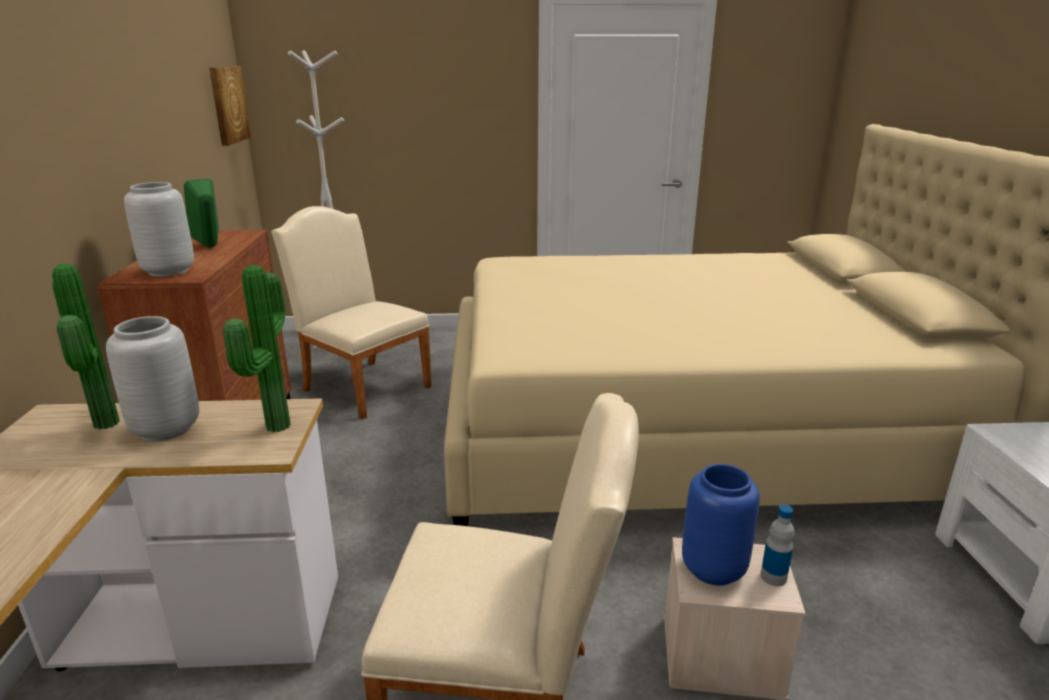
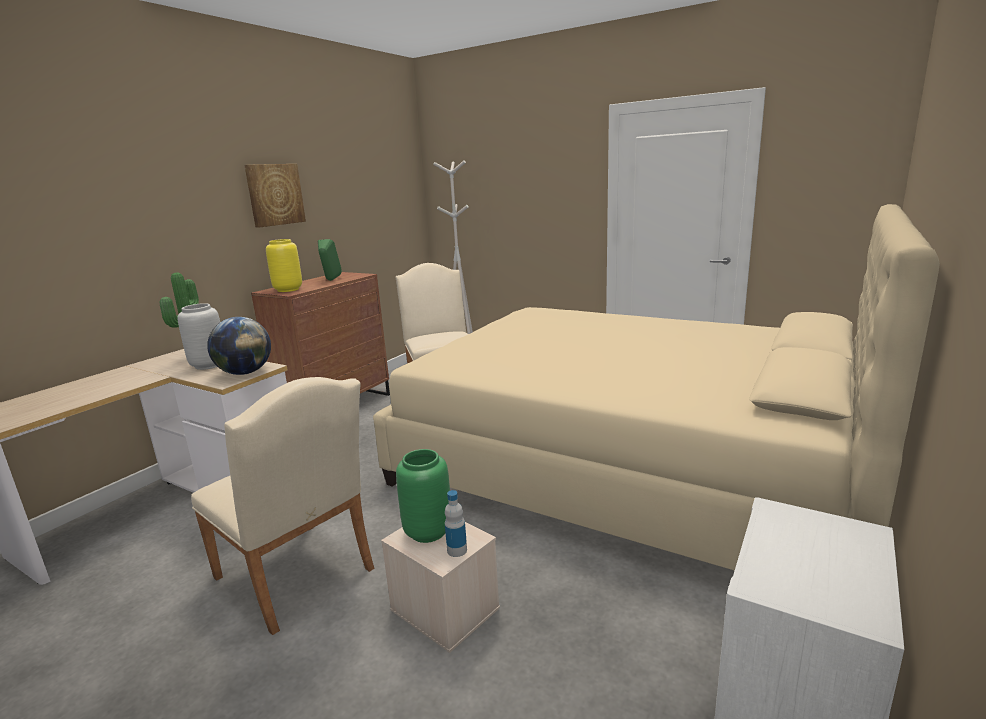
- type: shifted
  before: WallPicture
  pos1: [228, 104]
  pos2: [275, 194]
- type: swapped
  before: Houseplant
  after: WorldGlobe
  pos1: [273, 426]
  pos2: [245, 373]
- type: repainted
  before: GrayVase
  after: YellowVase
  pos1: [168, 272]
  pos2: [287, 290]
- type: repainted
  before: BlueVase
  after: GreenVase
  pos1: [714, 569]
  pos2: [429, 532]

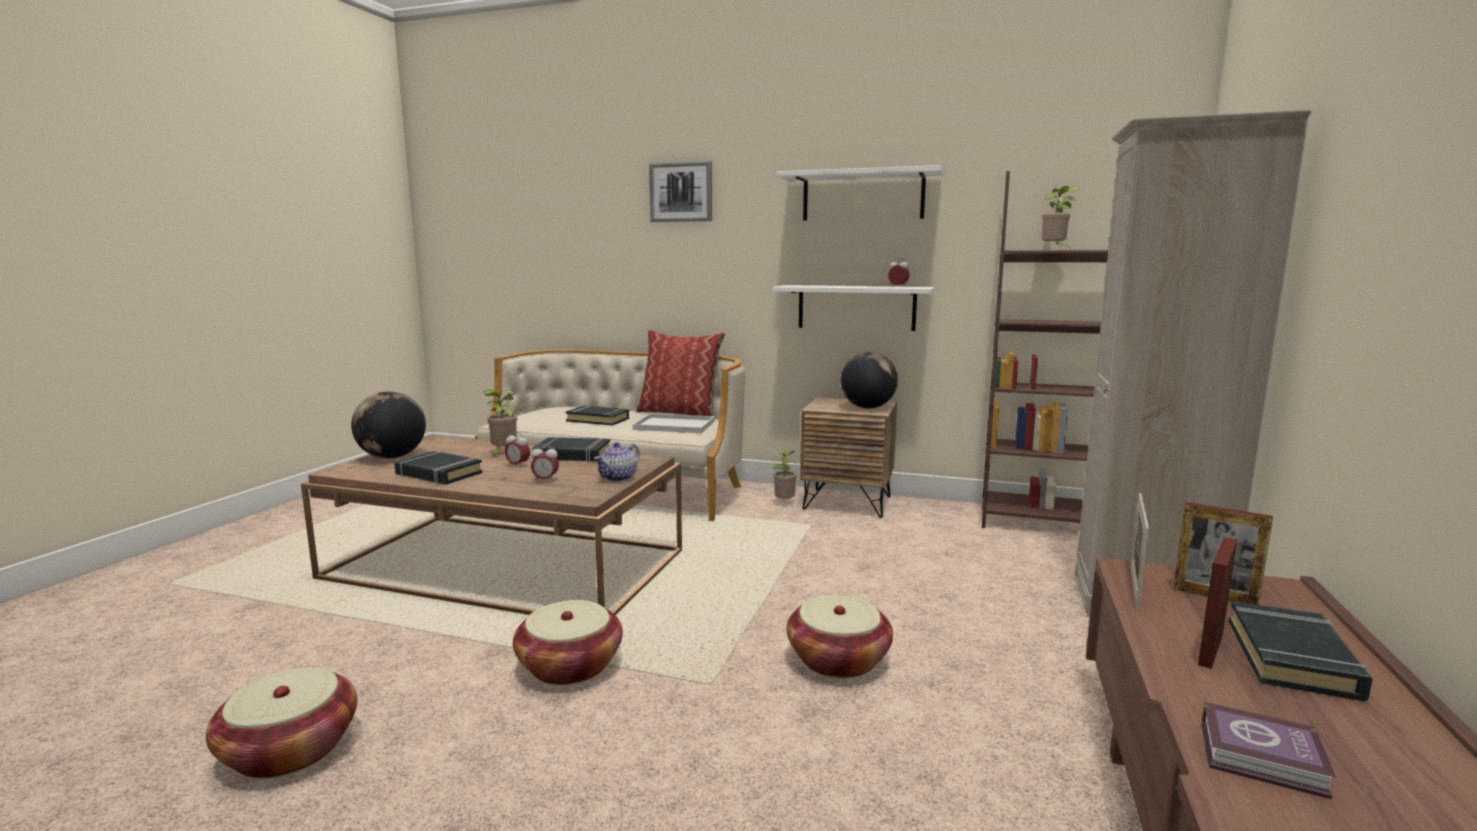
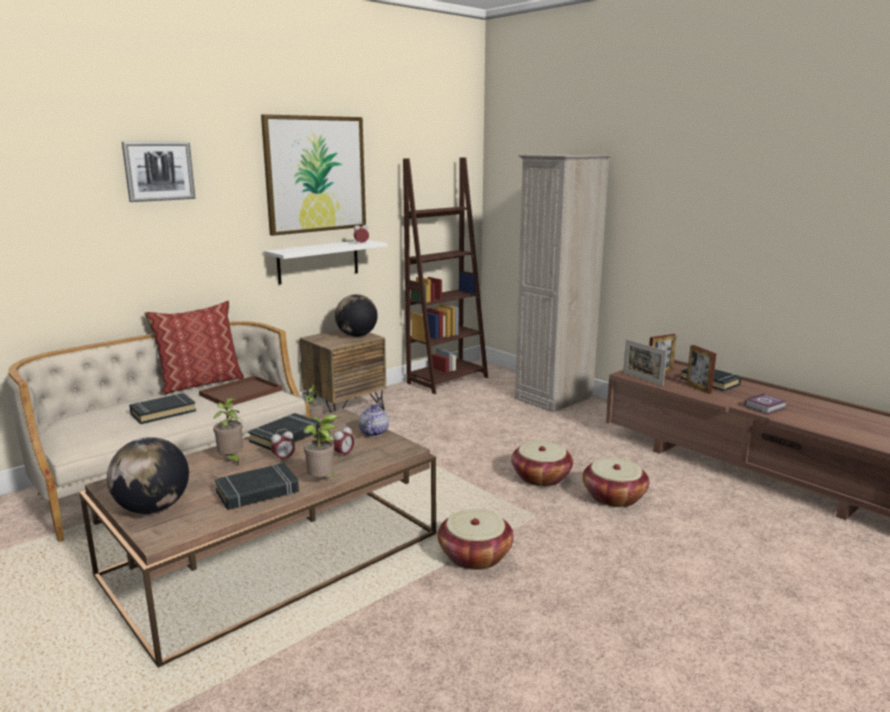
- type: shifted
  before: HouseholdBasket
  pos1: [290, 750]
  pos2: [614, 497]
- type: shifted
  before: Houseplant
  pos1: [1055, 249]
  pos2: [323, 481]
- type: swapped
  before: WhiteBracketShelf
  after: WallPicture
  pos1: [863, 196]
  pos2: [315, 174]
- type: repainted
  before: WhiteCarryingTray
  after: BrownishCarryingTray
  pos1: [676, 425]
  pos2: [242, 392]
- type: rotated
  before: Teapot
  pos1: [618, 478]
  pos2: [373, 432]
  turn: -150

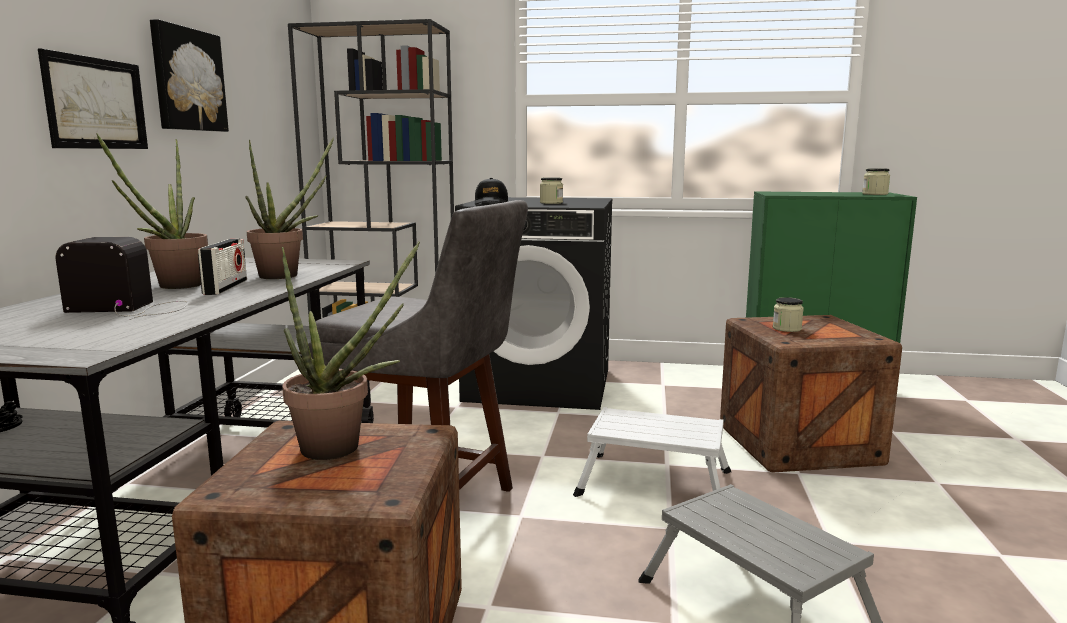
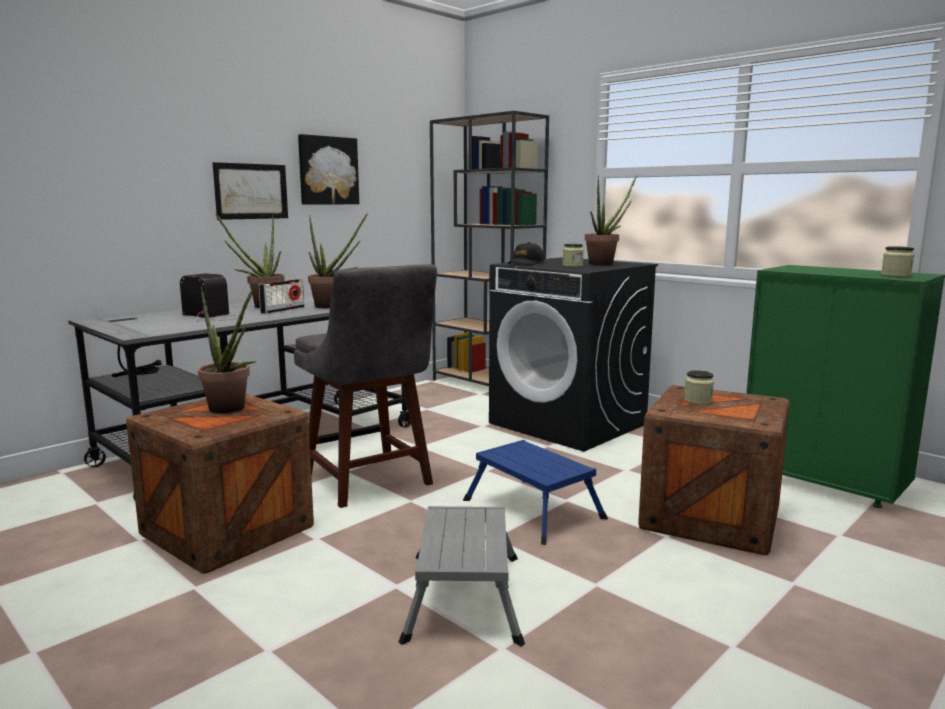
- type: new
  after: Houseplant
  pos2: [605, 264]
- type: repainted
  before: WhiteStepLadder
  after: BlueStepLadder
  pos1: [656, 483]
  pos2: [533, 509]

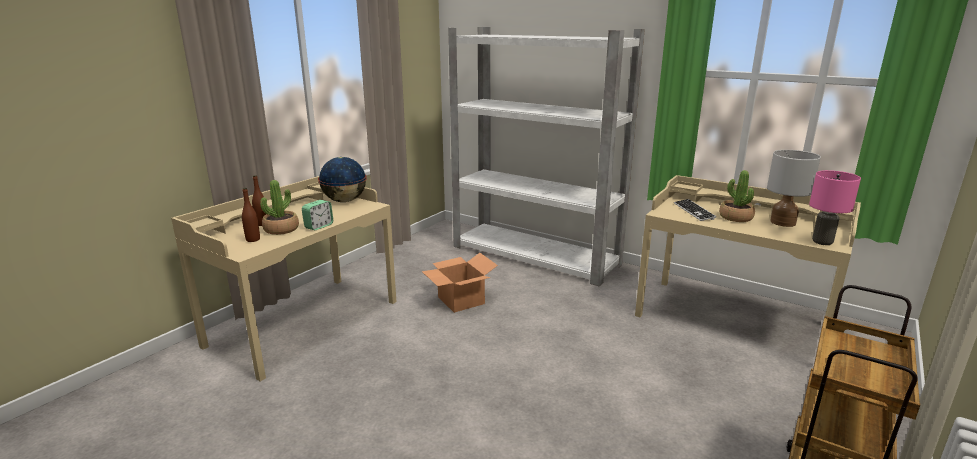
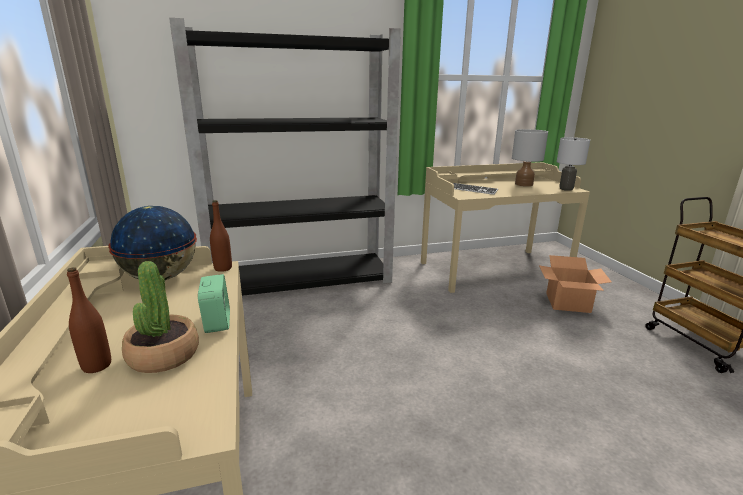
- type: gone
  before: Houseplant
  pos1: [735, 217]
- type: shifted
  before: BrownishBottle
  pos1: [253, 239]
  pos2: [223, 268]
- type: shifted
  before: Carton
  pos1: [461, 300]
  pos2: [568, 303]
- type: repainted
  before: WhiteBookshelf
  after: BlackBookshelf
  pos1: [534, 255]
  pos2: [302, 279]
- type: repainted
  before: PinkColouredTableLamp
  after: WhiteTableLamp
  pos1: [822, 242]
  pos2: [566, 189]

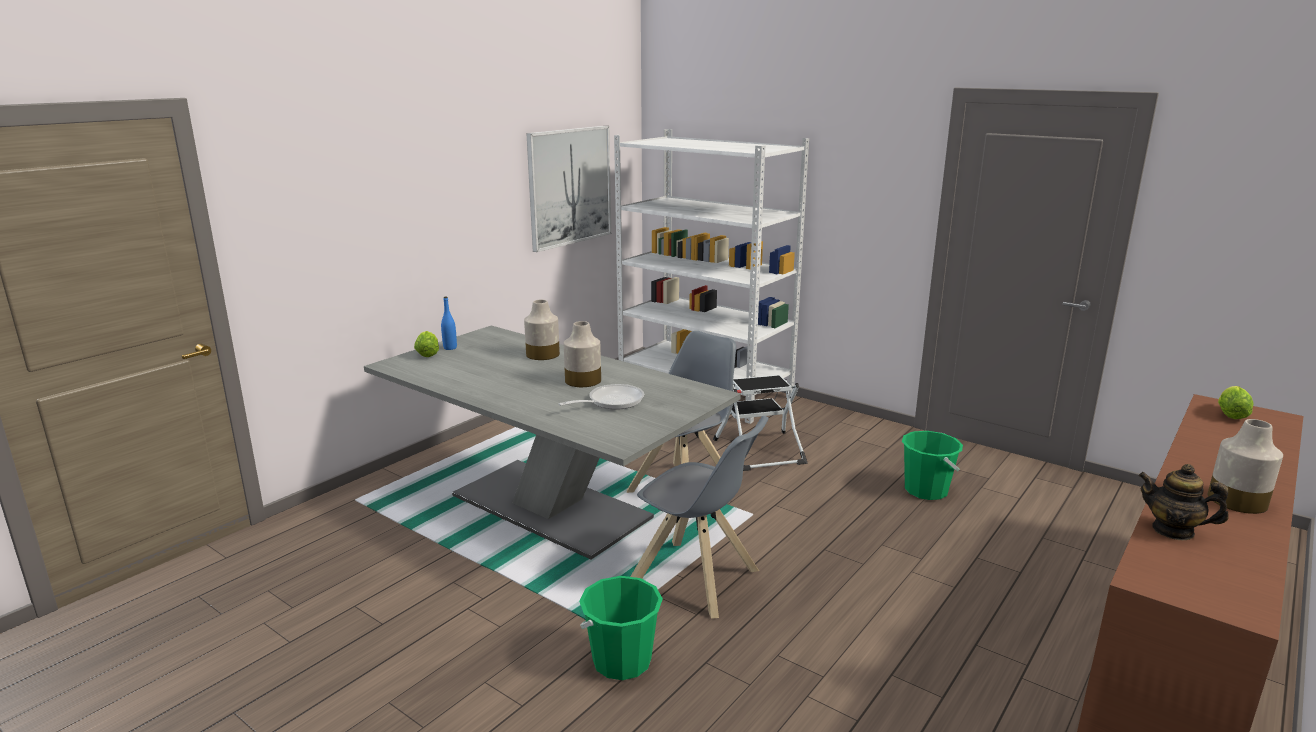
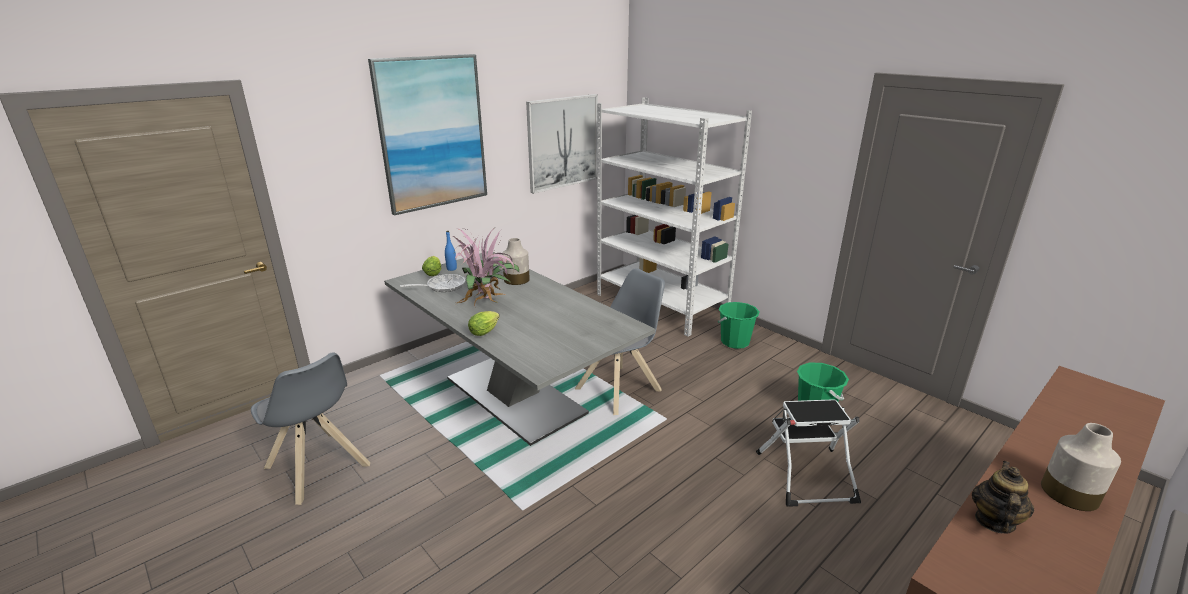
- type: gone
  before: SandColouredVase
  pos1: [583, 380]
- type: new
  after: WallPicture
  pos2: [432, 133]
- type: new
  after: Houseplant
  pos2: [486, 303]
- type: shifted
  before: FryingPan
  pos1: [611, 402]
  pos2: [442, 286]
- type: shifted
  before: GreenBucket
  pos1: [622, 661]
  pos2: [735, 342]
- type: shifted
  before: GrayChair
  pos1: [697, 579]
  pos2: [318, 468]
- type: shifted
  before: StepLadder
  pos1: [760, 449]
  pos2: [807, 473]
- type: shifted
  before: Lettuce
  pos1: [1230, 414]
  pos2: [485, 331]
- type: rotated
  before: Teapot
  pos1: [1173, 530]
  pos2: [993, 521]
  turn: 75

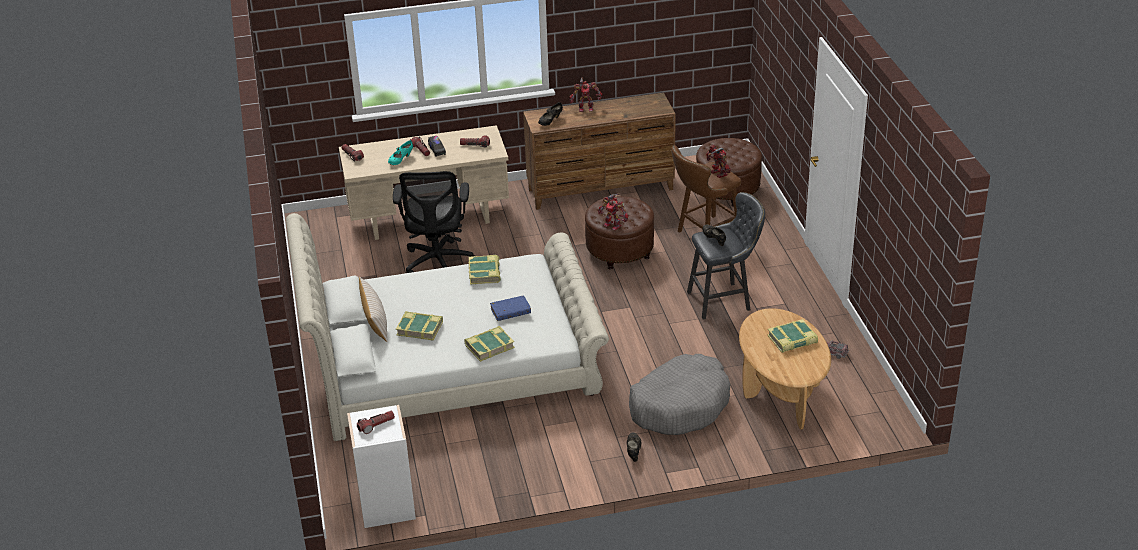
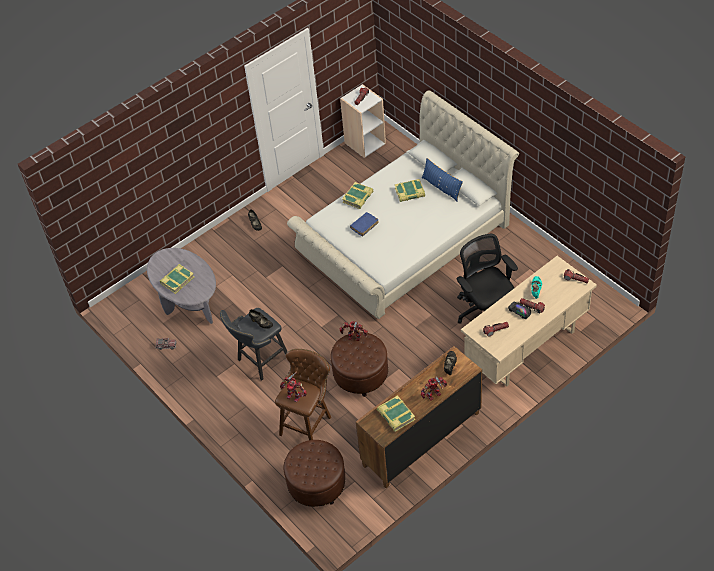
- type: gone
  before: GrayDogBed
  pos1: [680, 405]
- type: shifted
  before: BoundBook
  pos1: [485, 273]
  pos2: [395, 416]
- type: repainted
  before: SandColouredPillow
  after: BluePillow
  pos1: [375, 321]
  pos2: [441, 187]
- type: repainted
  before: BrownishCoffeeTable
  after: GrayCoffeeTable
  pos1: [781, 391]
  pos2: [187, 300]

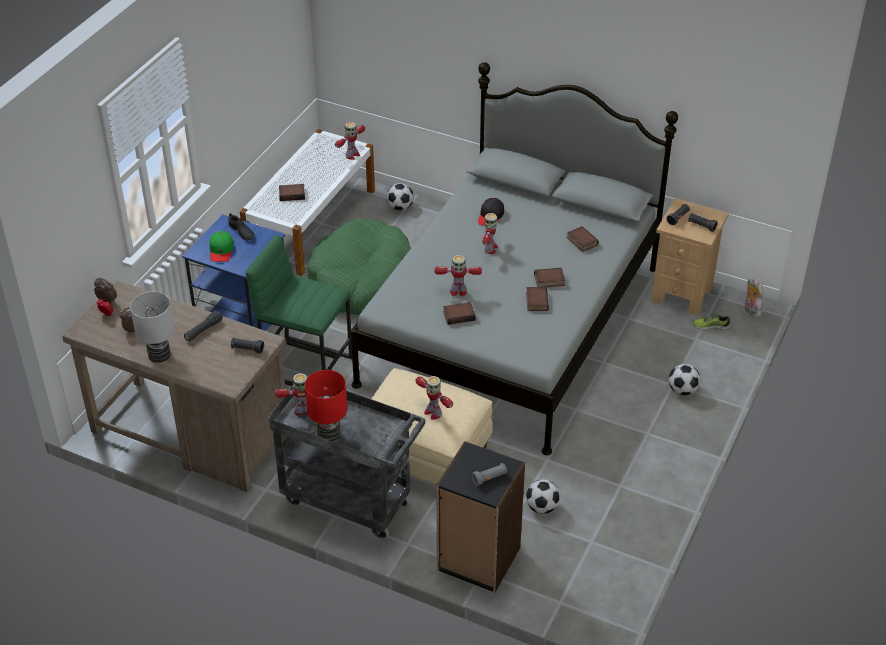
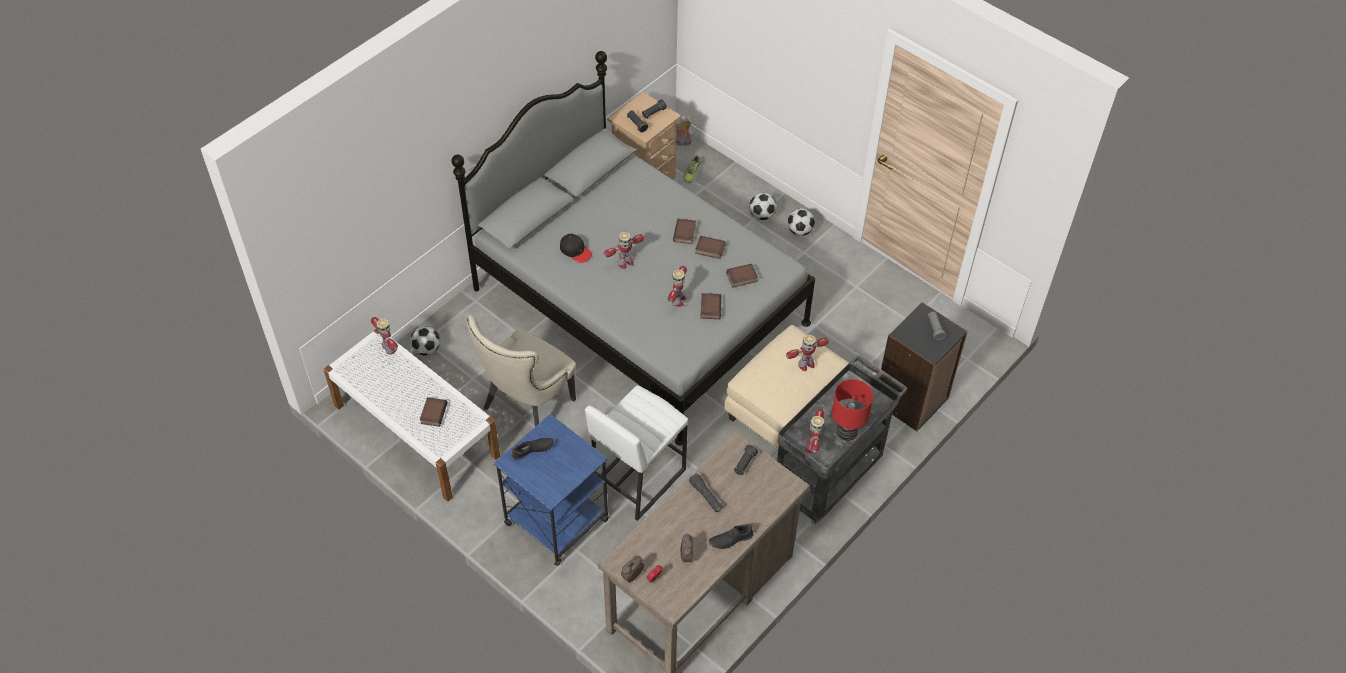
- type: gone
  before: GreenBaseballCap
  pos1: [221, 251]
- type: shifted
  before: FootballBall
  pos1: [541, 507]
  pos2: [800, 231]
- type: shifted
  before: BoundBook
  pos1: [581, 241]
  pos2: [741, 278]
- type: swapped
  before: GrayTableLamp
  after: BlackLowShoe
  pos1: [159, 355]
  pos2: [730, 539]
- type: swapped
  before: GreenDogBed
  after: SandColouredChair
  pos1: [361, 280]
  pos2: [528, 407]
- type: repainted
  before: GreenSittingStool
  after: WhiteSittingStool
  pos1: [305, 366]
  pos2: [637, 478]
- type: rotated
  before: RobotFigure
  pos1: [490, 249]
  pos2: [625, 263]
  turn: 120

